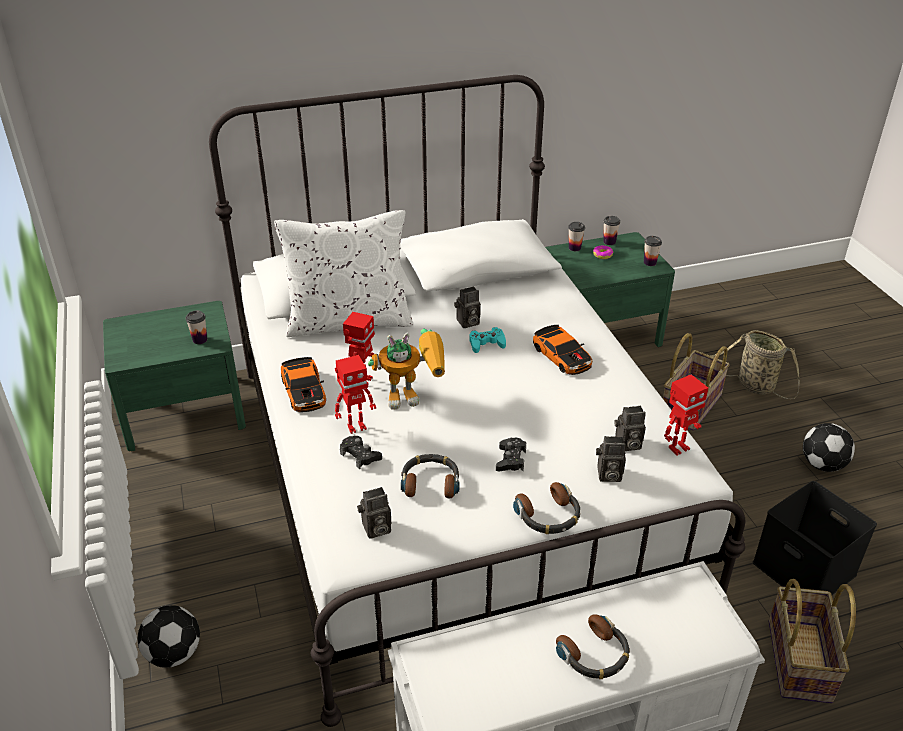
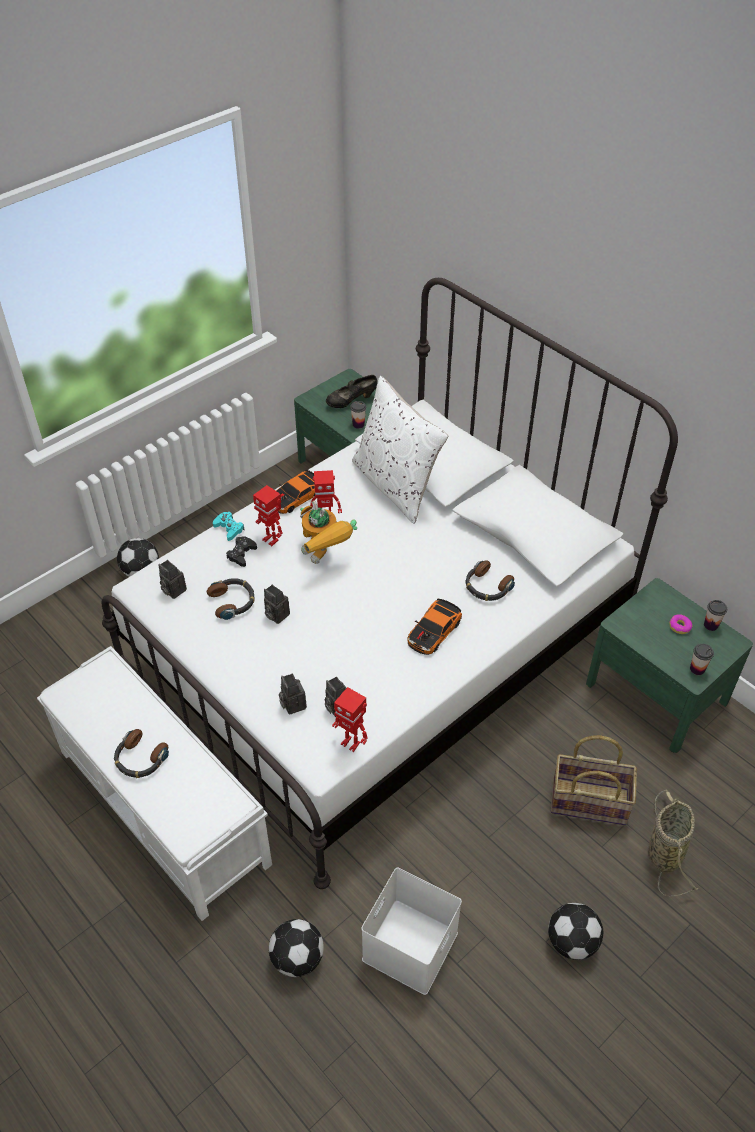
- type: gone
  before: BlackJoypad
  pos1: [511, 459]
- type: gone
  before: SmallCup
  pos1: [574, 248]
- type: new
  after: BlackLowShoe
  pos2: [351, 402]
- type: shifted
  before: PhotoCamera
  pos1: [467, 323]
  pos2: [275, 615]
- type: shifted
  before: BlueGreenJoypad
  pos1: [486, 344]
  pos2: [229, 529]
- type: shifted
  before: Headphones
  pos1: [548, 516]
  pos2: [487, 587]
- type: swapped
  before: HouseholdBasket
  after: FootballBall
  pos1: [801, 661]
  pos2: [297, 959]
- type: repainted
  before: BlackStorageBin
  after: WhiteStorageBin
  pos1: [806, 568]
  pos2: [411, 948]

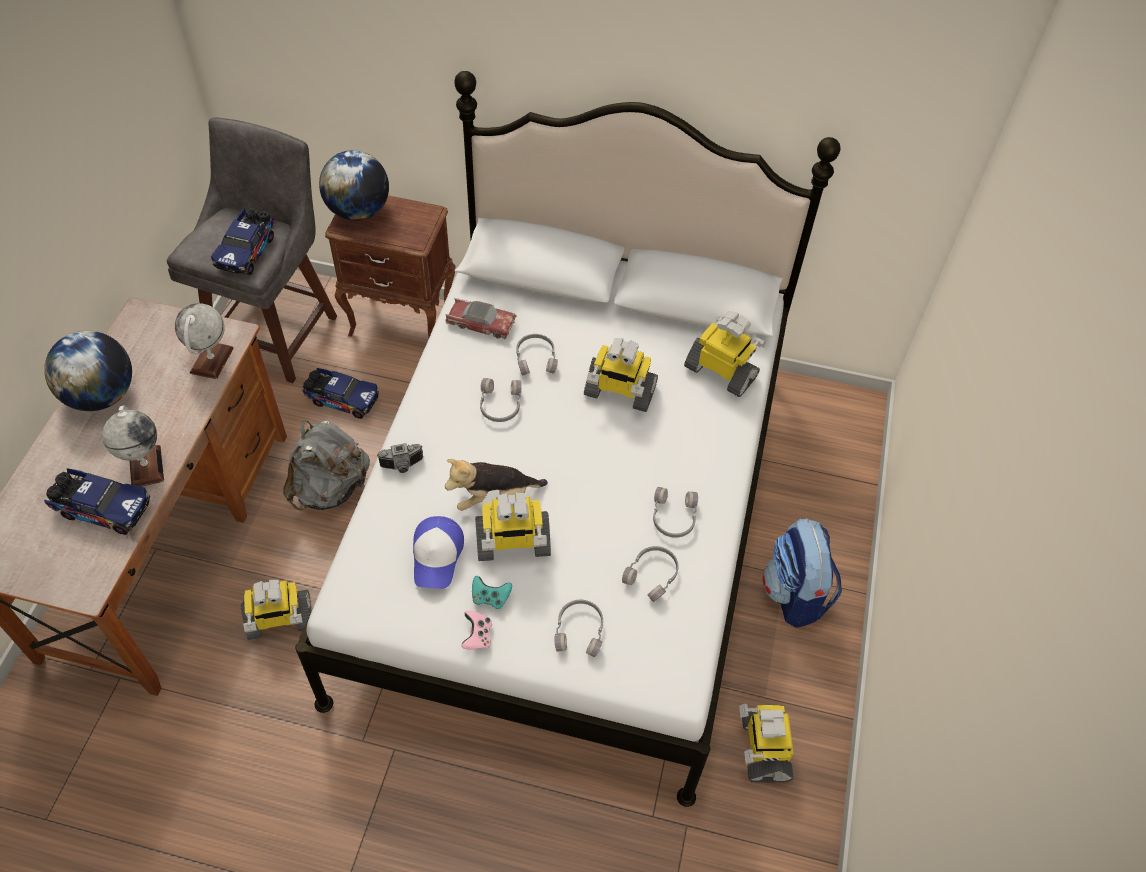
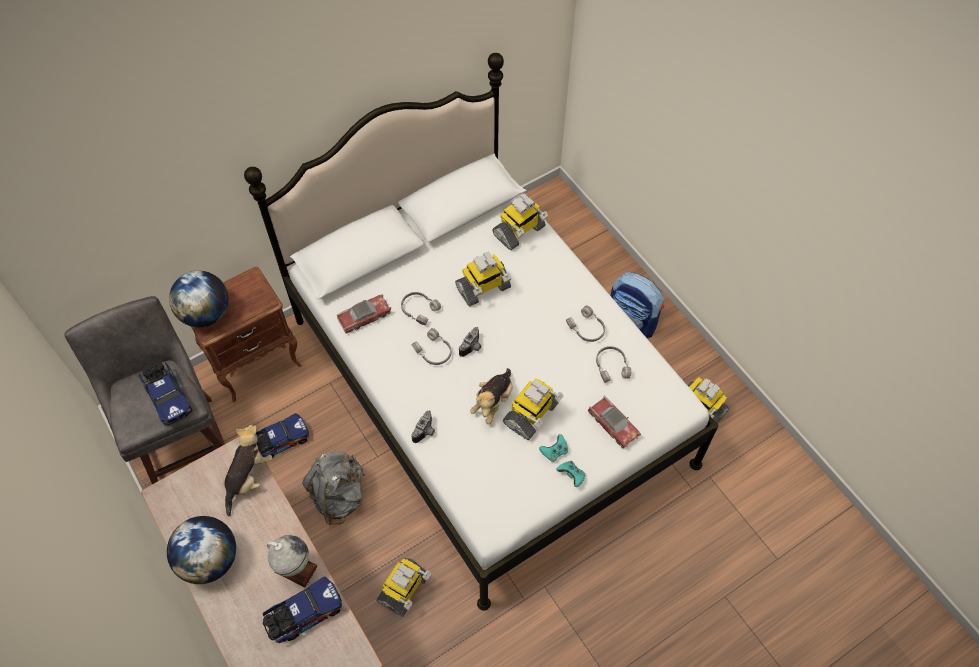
- type: gone
  before: BaseballCap
  pos1: [437, 556]
- type: new
  after: PhotoCamera
  pos2: [473, 347]
- type: swapped
  before: WorldGlobe
  after: PlushToy
  pos1: [212, 360]
  pos2: [248, 477]
- type: swapped
  before: GrayHeadphones
  after: ToyCar
  pos1: [580, 631]
  pos2: [613, 425]
- type: repainted
  before: PinkColouredJoypad
  after: BlueGreenJoypad
  pos1: [477, 636]
  pos2: [571, 475]
- type: rotated
  before: RobotFigure
  pos1: [722, 371]
  pos2: [519, 232]
  turn: 150

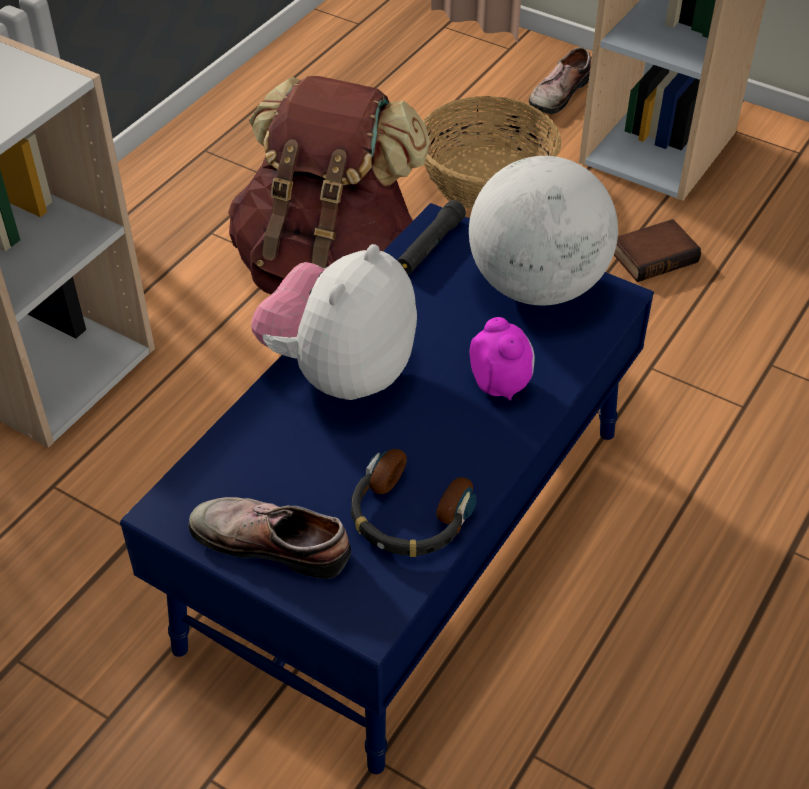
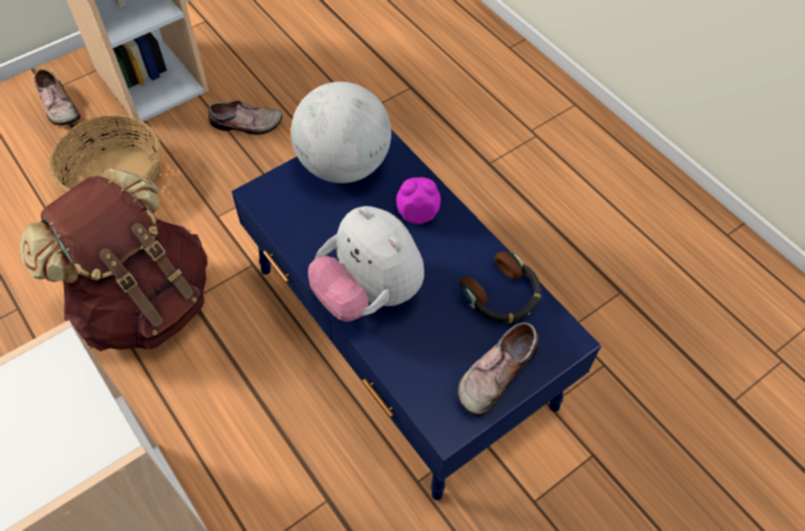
- type: gone
  before: BlackTorch
  pos1: [430, 246]
- type: swapped
  before: BoundBook
  after: LowShoe
  pos1: [654, 255]
  pos2: [246, 124]

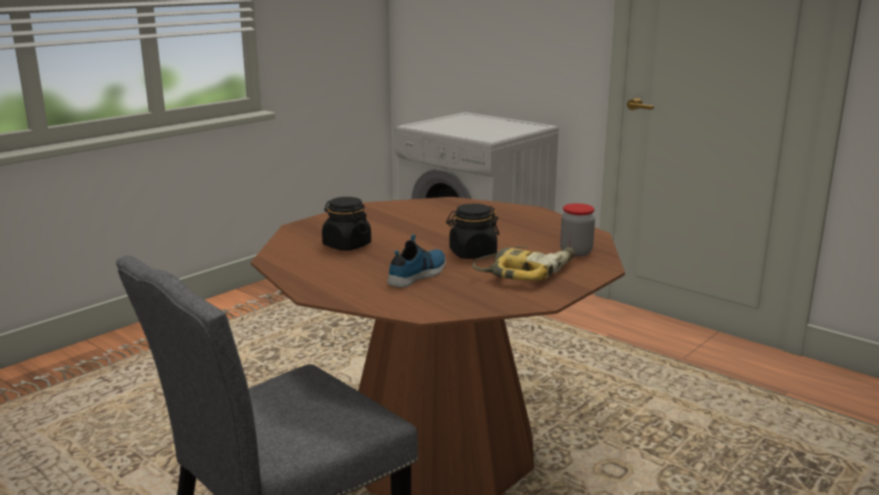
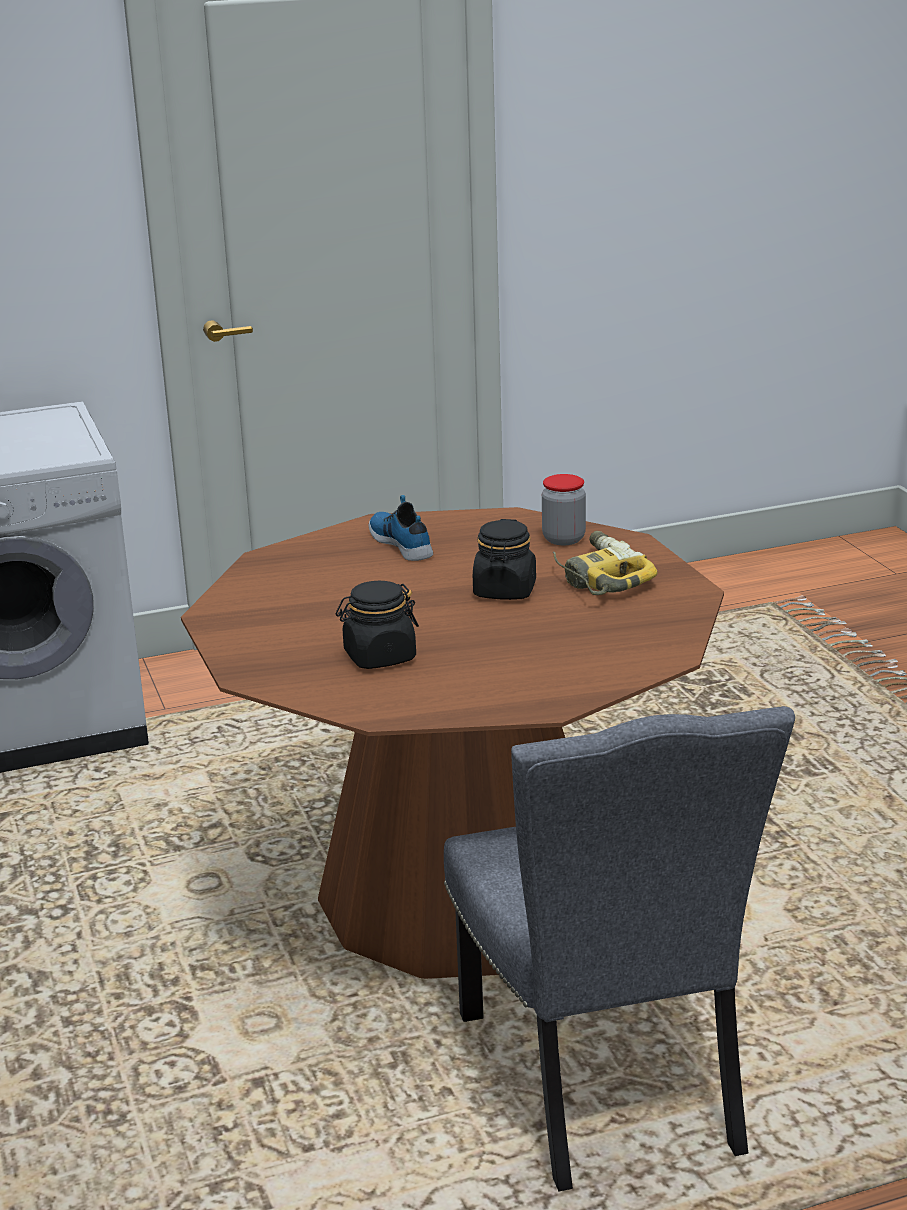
- type: shifted
  before: LowShoe
  pos1: [419, 274]
  pos2: [402, 543]

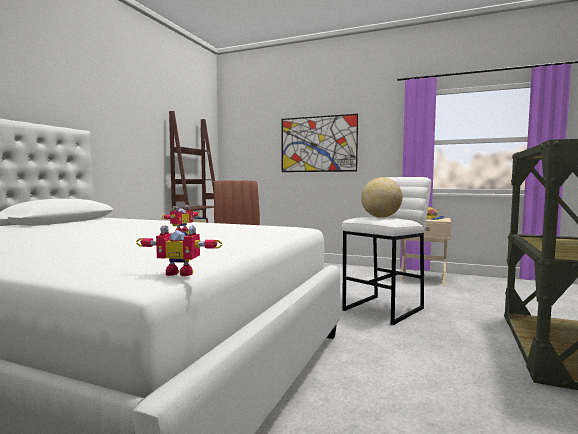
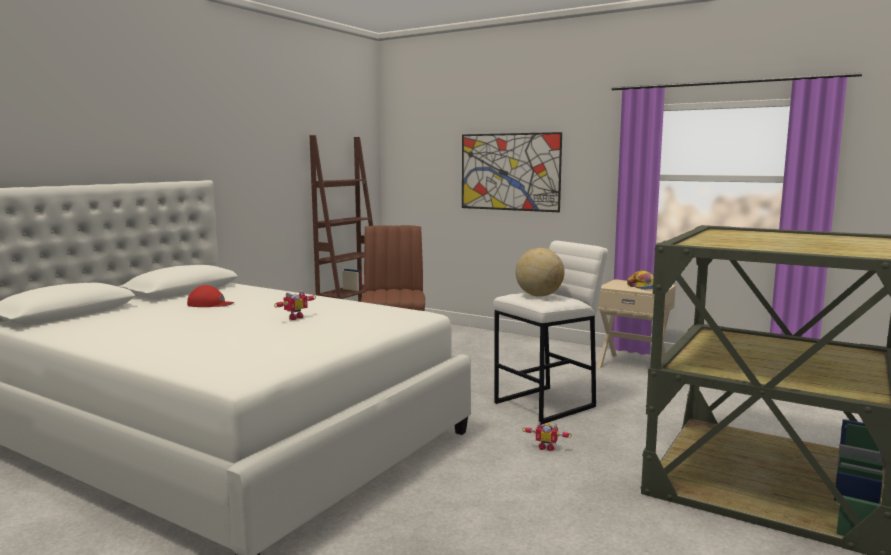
- type: new
  after: RedBaseballCap
  pos2: [210, 304]
- type: shifted
  before: RobotFigure
  pos1: [181, 272]
  pos2: [546, 447]

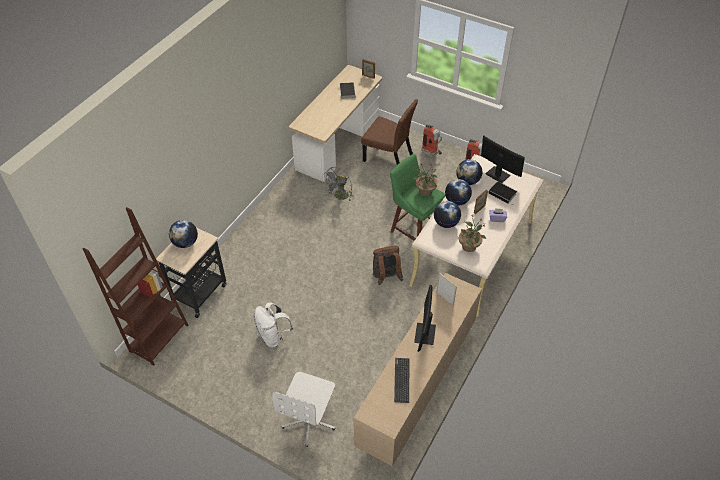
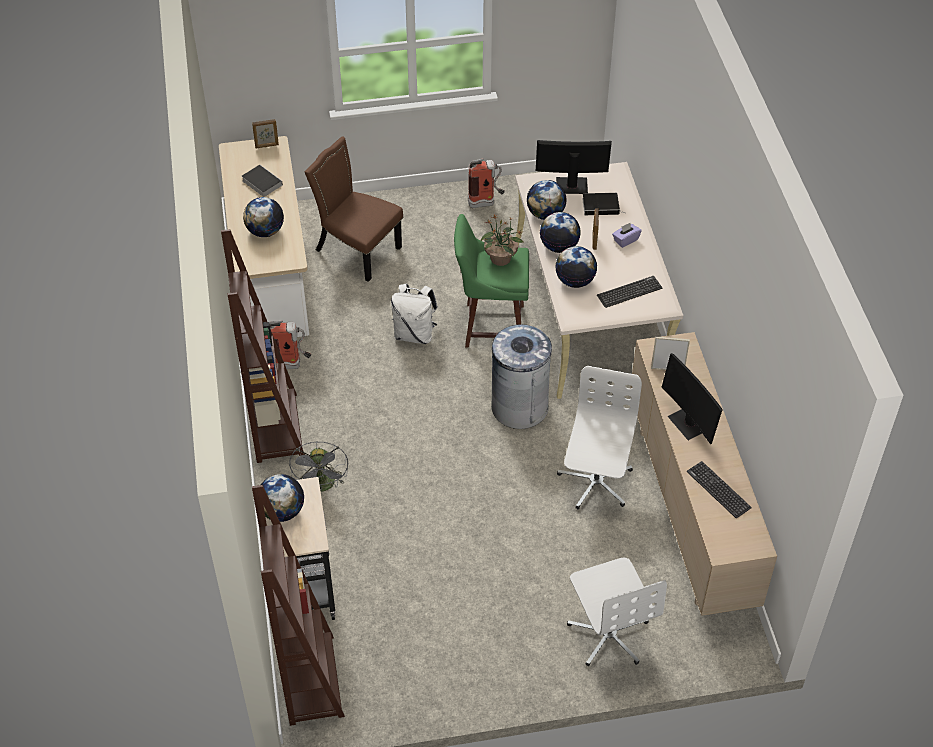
- type: new
  after: BrownishBookshelf
  pos2: [276, 428]
- type: new
  after: WorldGlobe
  pos2: [265, 231]
- type: new
  after: WhiteOfficeChair
  pos2: [595, 482]
- type: shifted
  before: WhiteKnapsack
  pos1: [273, 336]
  pos2: [414, 334]
- type: shifted
  before: GrayCoolingFan
  pos1: [340, 197]
  pos2: [323, 486]
- type: shifted
  before: Extinguisher
  pos1: [431, 154]
  pos2: [292, 364]
- type: swapped
  before: BrownishKnapsack
  after: GrayTrashCan
  pos1: [386, 277]
  pos2: [519, 406]
- type: swapped
  before: Houseplant
  after: PcKeyboard
  pos1: [469, 246]
  pos2: [629, 292]
- type: rotated
  before: BrownishChair
  pos1: [387, 157]
  pos2: [358, 251]
  turn: -135

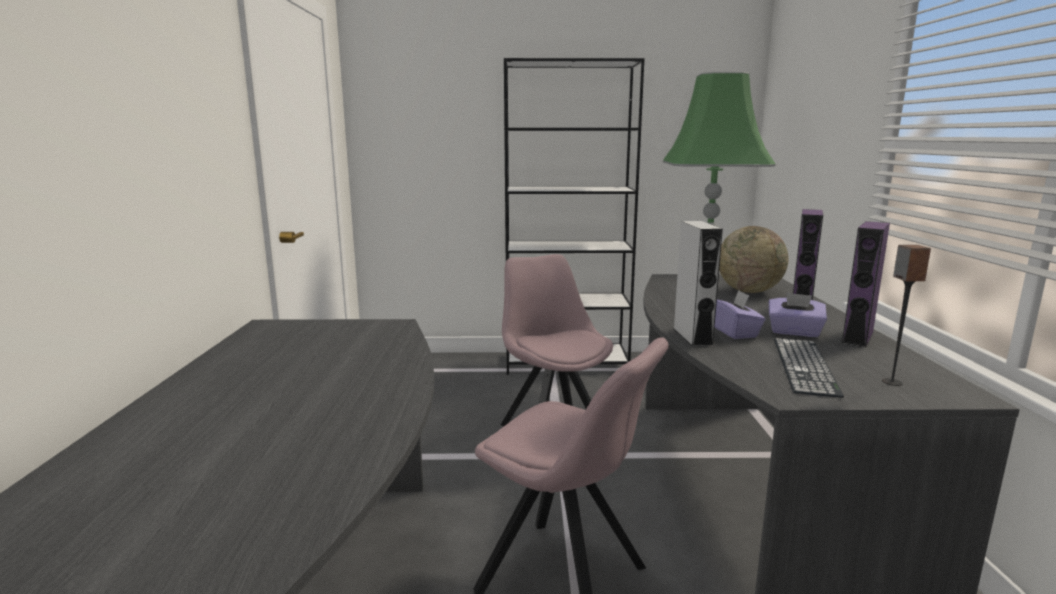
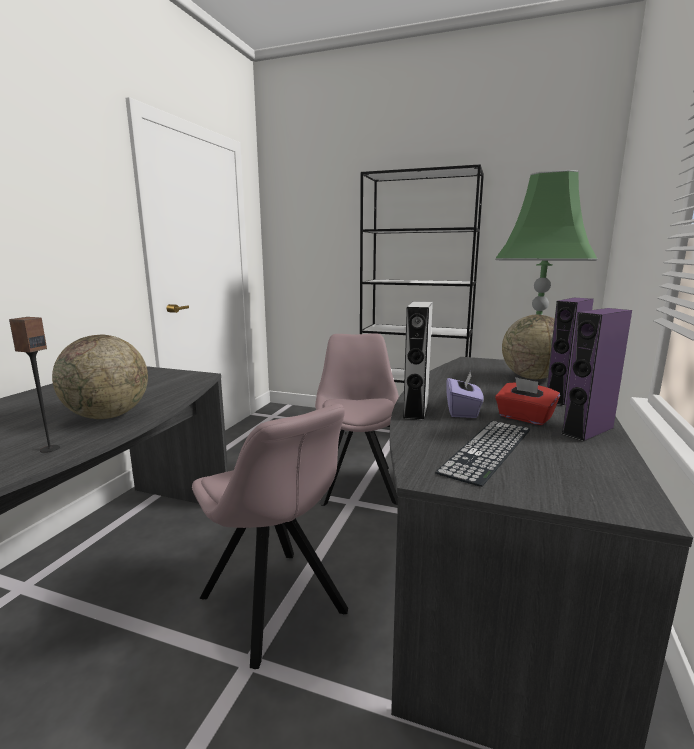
- type: new
  after: WorldGlobe
  pos2: [108, 416]
- type: shifted
  before: Loudspeaker
  pos1: [891, 382]
  pos2: [49, 449]
- type: repainted
  before: PurpleTissueBox
  after: RedTissueBox
  pos1: [794, 332]
  pos2: [524, 418]

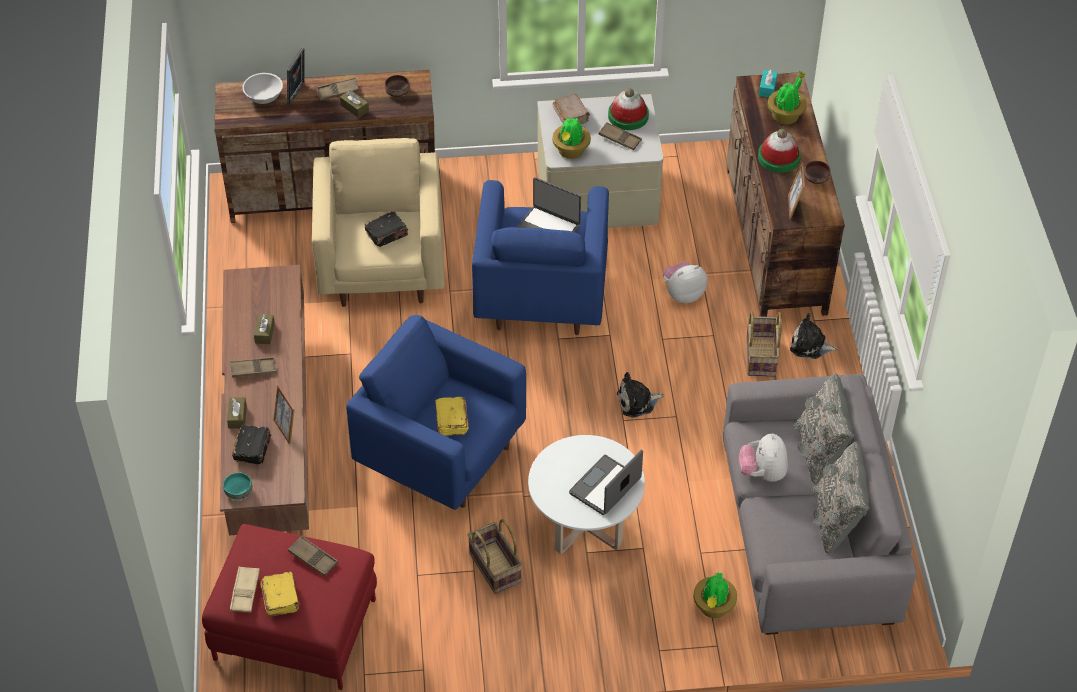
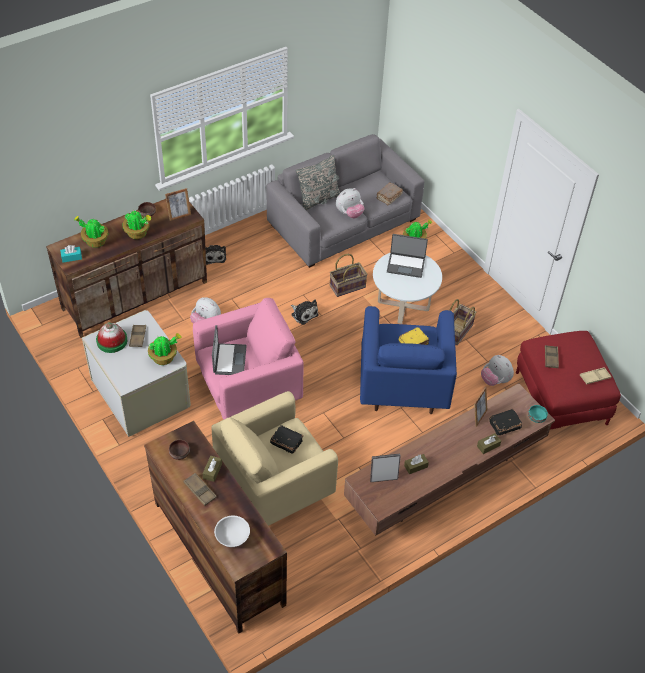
- type: gone
  before: BrownishCarryingTray
  pos1: [253, 369]
- type: gone
  before: YellowBoundBook
  pos1: [281, 598]
- type: gone
  before: GrayPillow
  pos1: [834, 520]
- type: new
  after: PlushToy
  pos2: [495, 380]
- type: shifted
  before: StandingFrame
  pos1: [298, 94]
  pos2: [383, 478]
- type: shifted
  before: BrownishBoundBook
  pos1: [570, 115]
  pos2: [388, 197]
- type: shifted
  before: HouseholdBasket
  pos1: [761, 357]
  pos2: [347, 286]
- type: swapped
  before: Hat
  after: Houseplant
  pos1: [779, 157]
  pos2: [138, 233]
- type: repainted
  before: BlueArmchair
  after: PinkColouredArmchair
  pos1: [541, 295]
  pos2: [248, 389]

